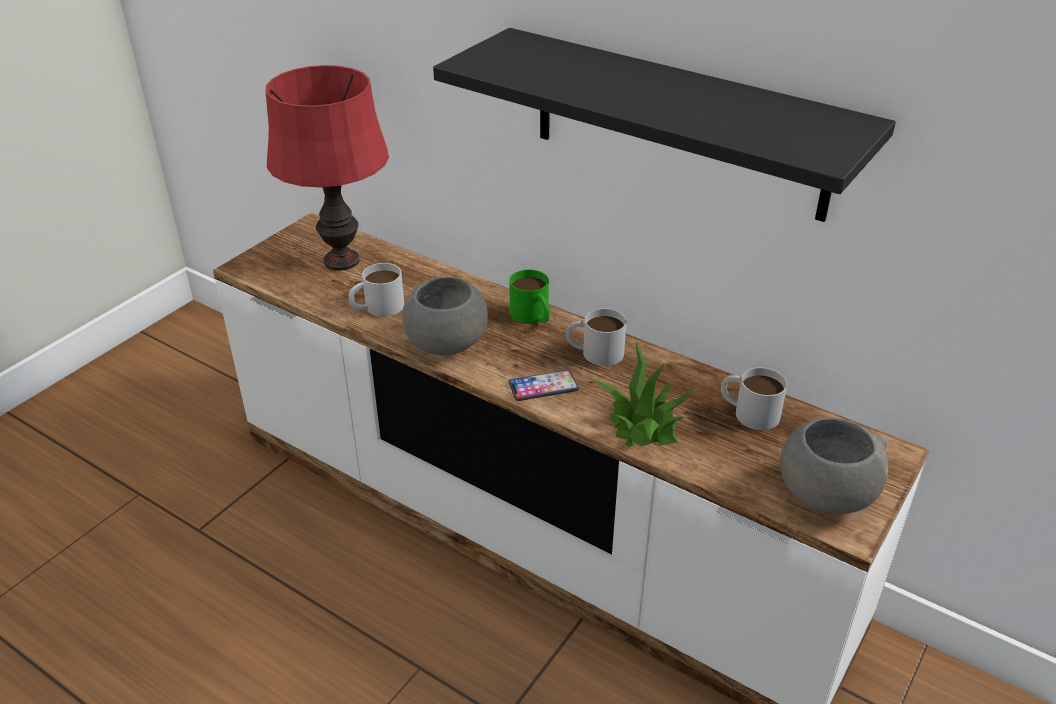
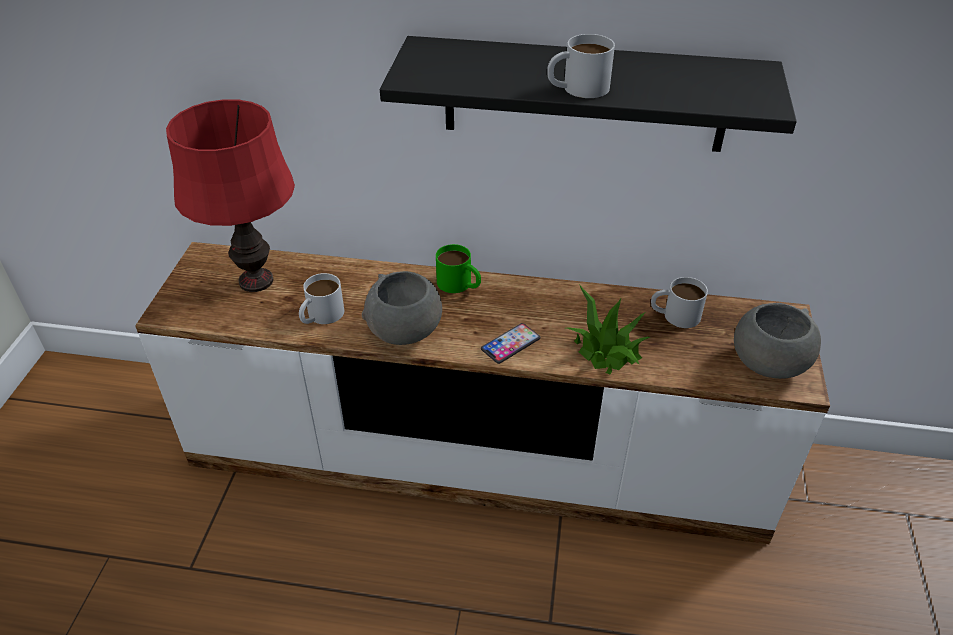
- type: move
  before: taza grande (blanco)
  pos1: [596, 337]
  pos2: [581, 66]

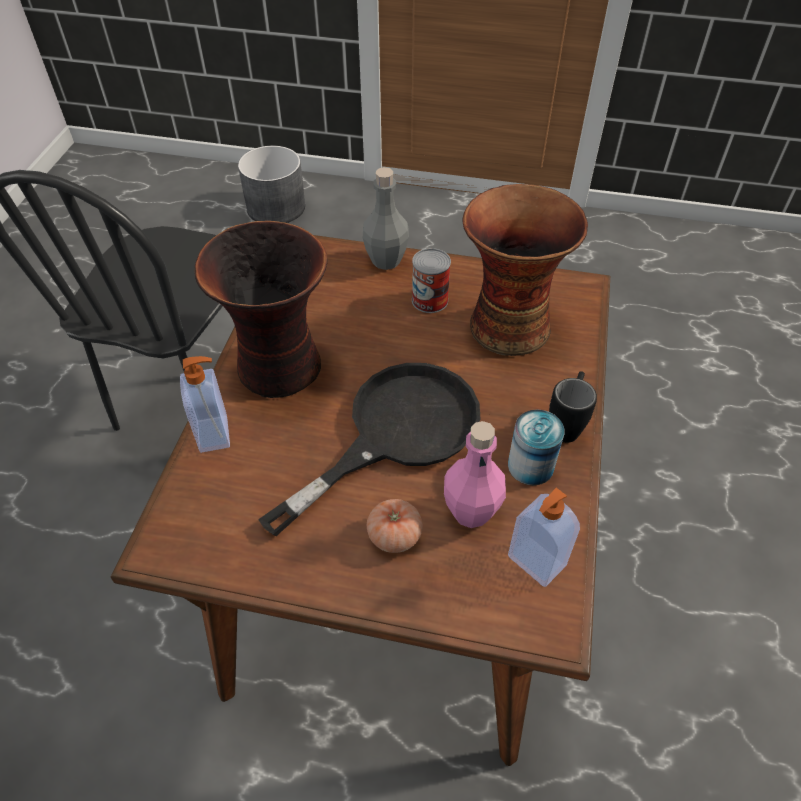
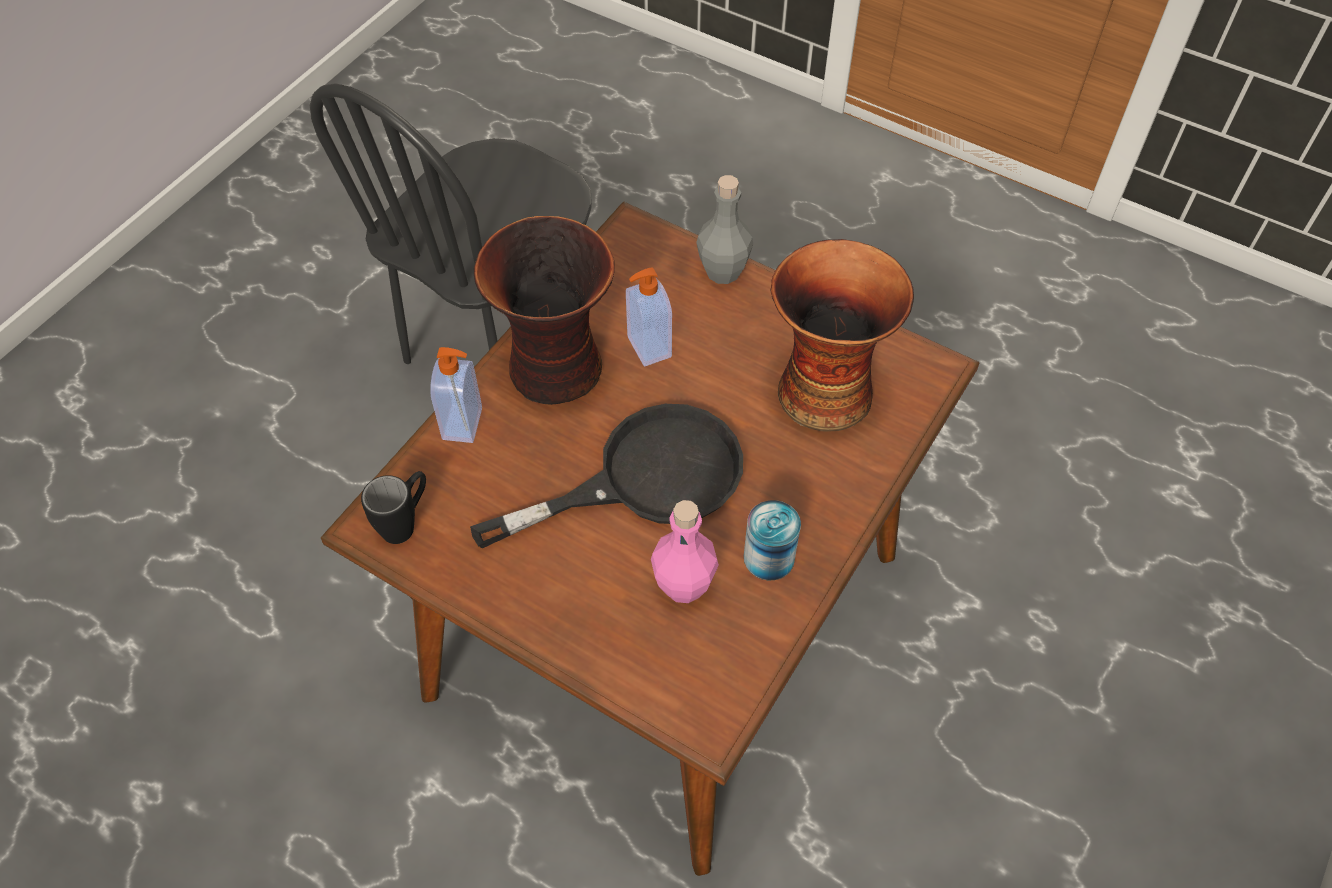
- type: move
  before: taza grande (negro)
  pos1: [573, 407]
  pos2: [393, 507]
- type: move
  before: dispensador de jabón
  pos1: [544, 537]
  pos2: [649, 316]
- type: delete
  before: maceta (gris)
  pos1: [271, 184]
- type: delete
  before: tomate
  pos1: [395, 526]
- type: delete
  before: lata
  pos1: [431, 280]

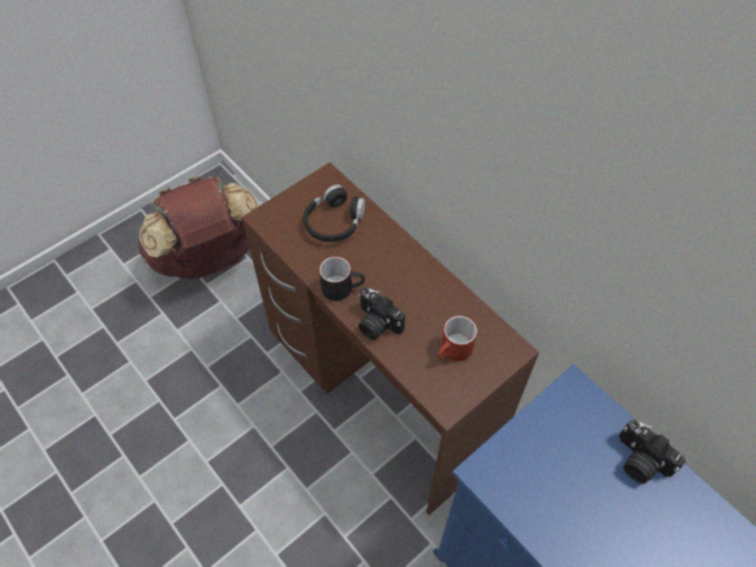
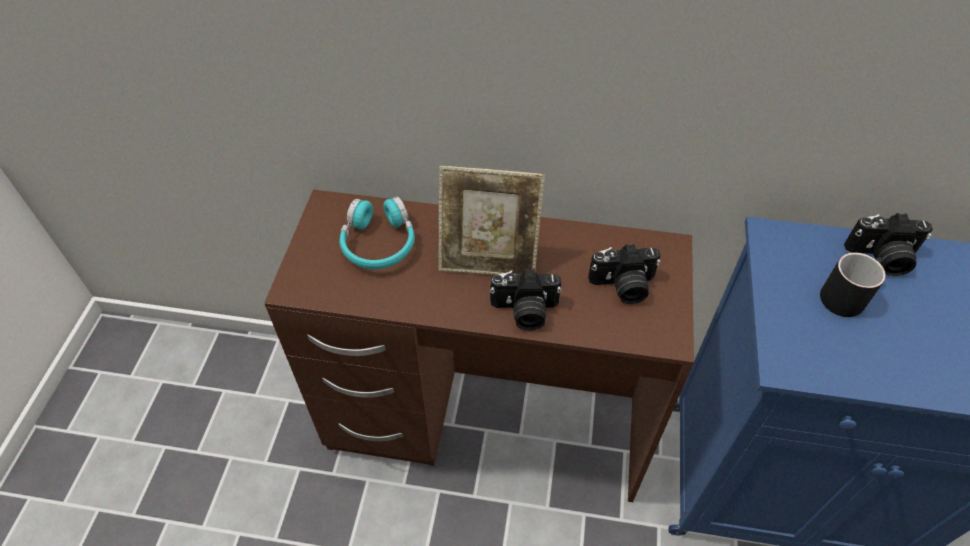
- type: recolor
  before: auriculares (negro)
  after: auriculares (turquesa)
  pos1: [334, 213]
  pos2: [377, 232]
- type: insert
  after: portarretratos
  pos2: [492, 220]
- type: replace
  before: taza grande (rojo)
  after: cámara
  pos1: [457, 338]
  pos2: [624, 274]
- type: move
  before: taza grande (negro)
  pos1: [342, 279]
  pos2: [853, 284]
- type: delete
  before: mochila (marrón)
  pos1: [198, 227]

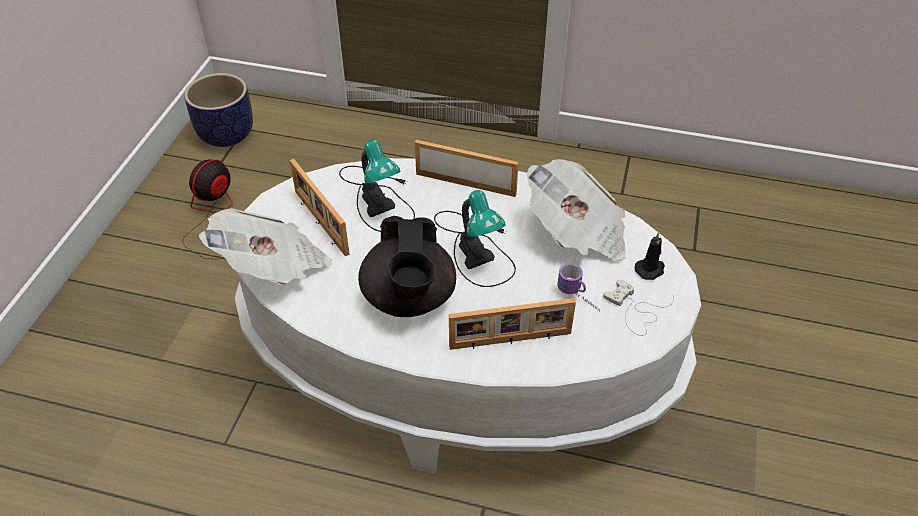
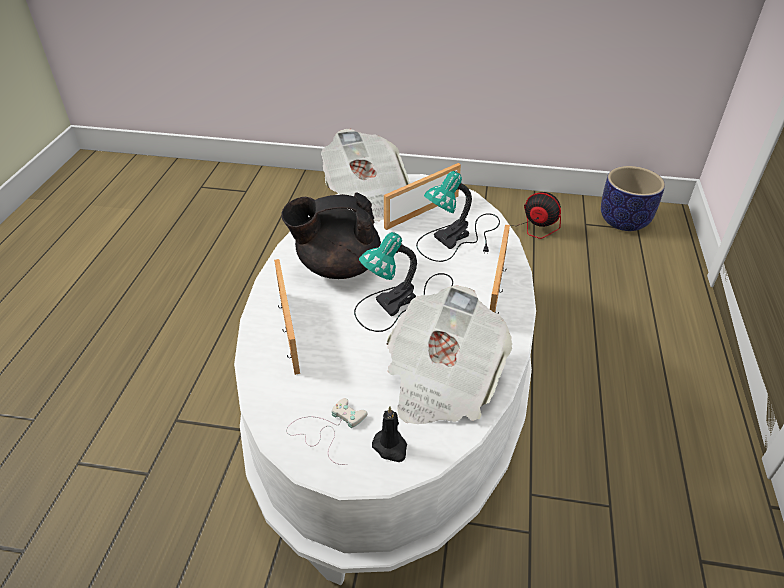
- type: delete
  before: taza grande
  pos1: [578, 287]

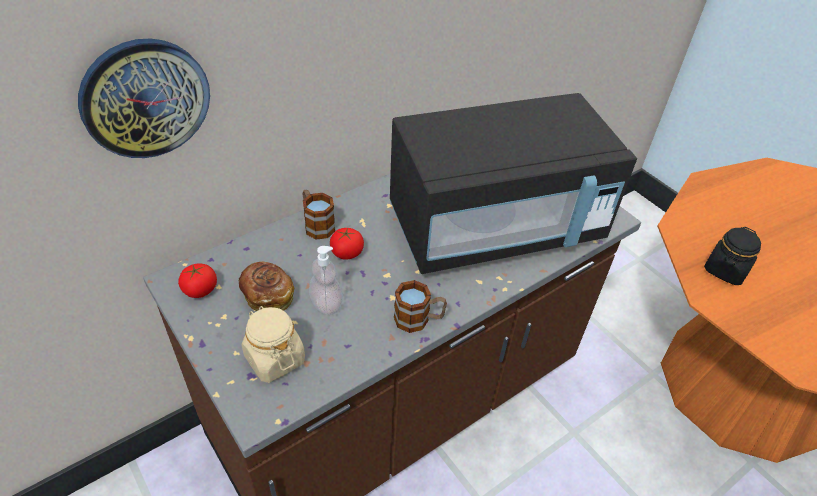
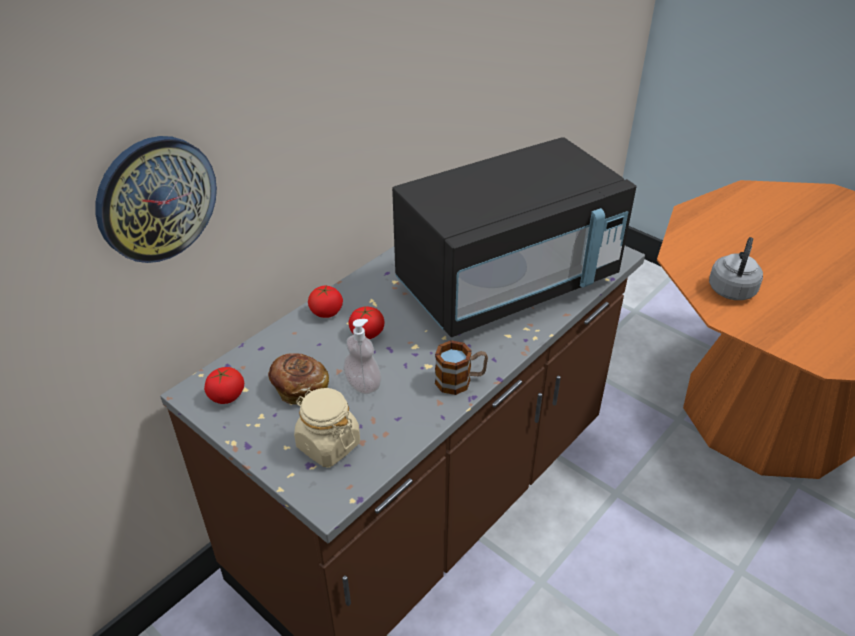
- type: replace
  before: taza grande
  after: tomate
  pos1: [319, 214]
  pos2: [325, 301]
- type: replace
  before: tarro (negro)
  after: hervidor (gris)
  pos1: [732, 256]
  pos2: [736, 268]

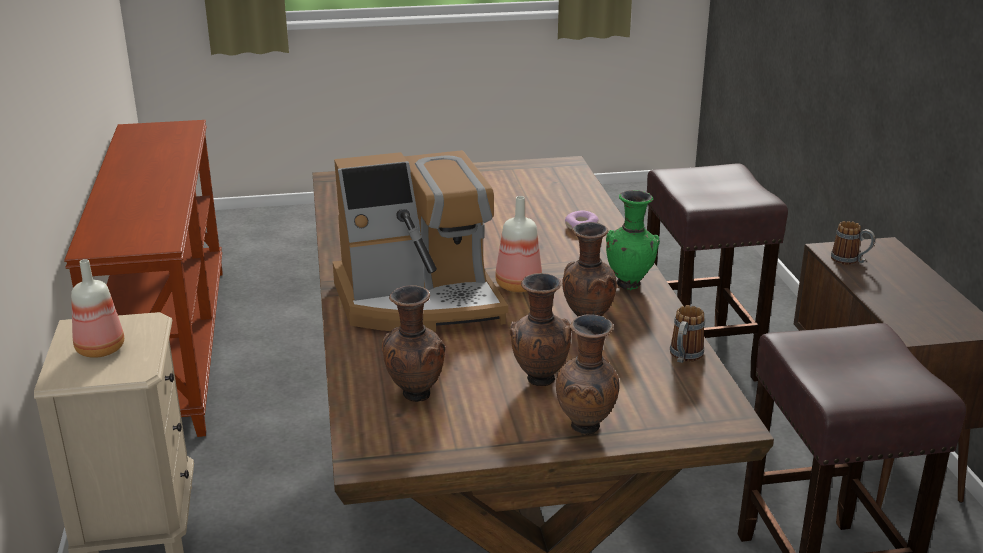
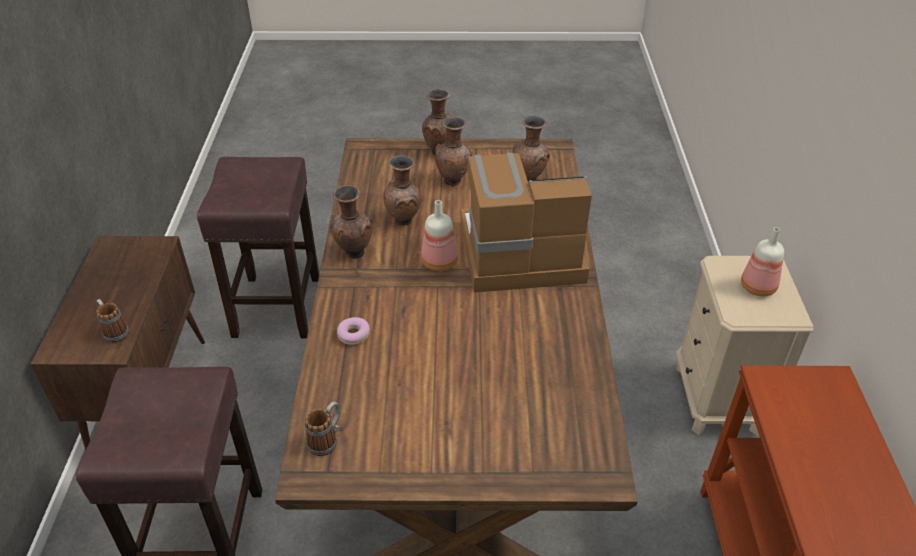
- type: move
  before: taza grande
  pos1: [687, 334]
  pos2: [323, 429]
- type: recolor
  before: florero (verde)
  after: florero (marrón)
  pos1: [633, 240]
  pos2: [351, 222]

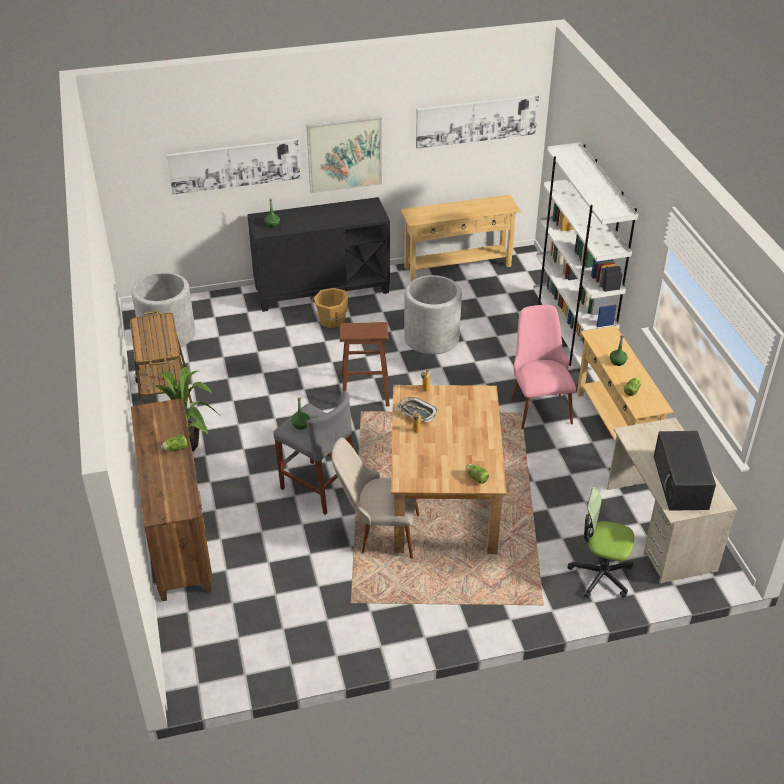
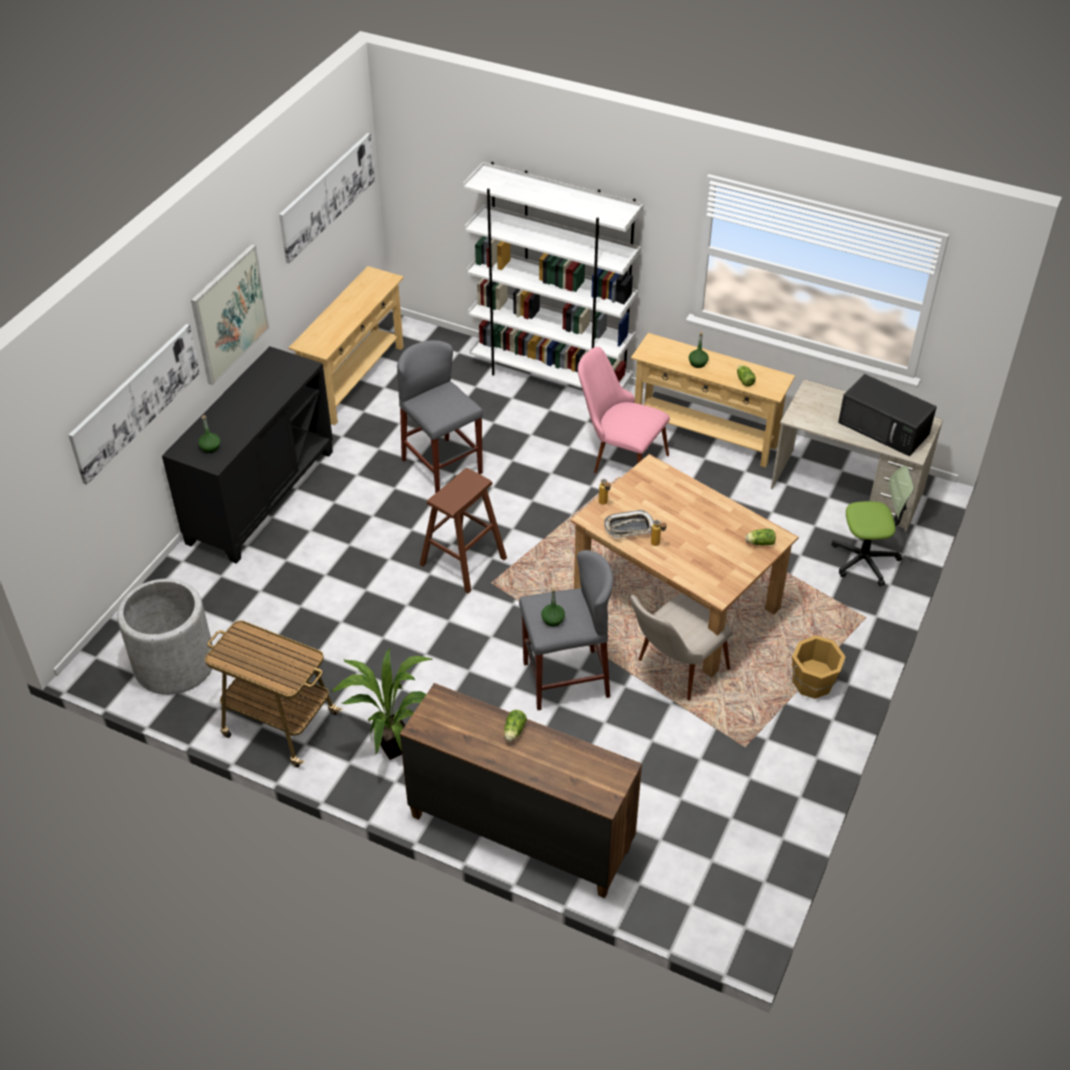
- type: replace
  before: maceta (gris)
  after: taburete (gris)
  pos1: [433, 315]
  pos2: [440, 416]
- type: move
  before: cubo (naranja)
  pos1: [330, 308]
  pos2: [819, 667]
- type: rotate
  before: silla de oficina
  pos1: [600, 542]
  pos2: [872, 526]
  turn: -150

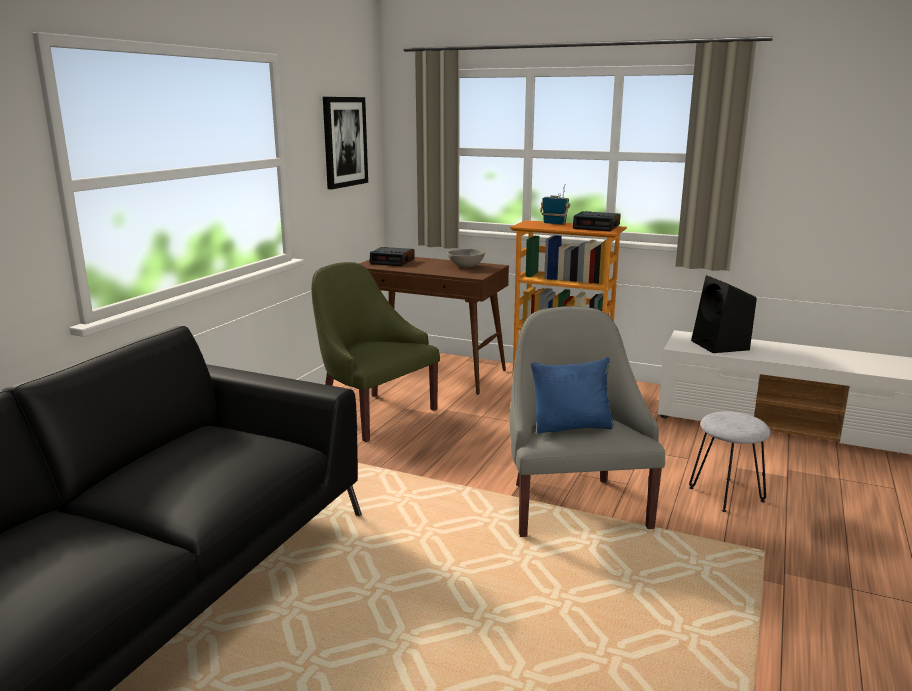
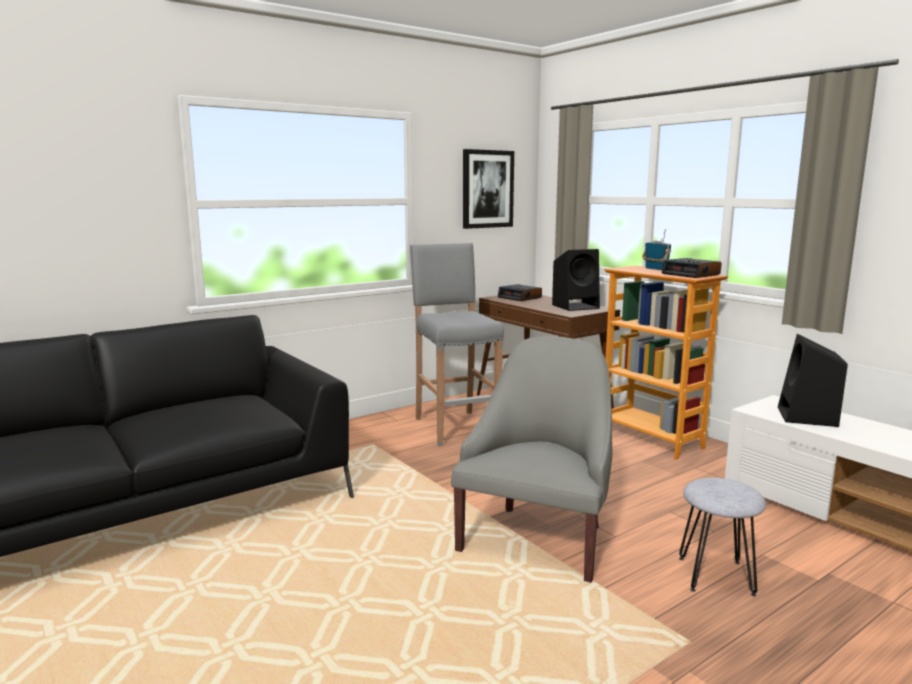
- type: replace
  before: sillón (verde)
  after: taburete (gris)
  pos1: [375, 352]
  pos2: [457, 344]
- type: replace
  before: cuenco (gris)
  after: altavoz (negro)
  pos1: [466, 258]
  pos2: [576, 280]
- type: delete
  before: cojín (azul)
  pos1: [572, 395]

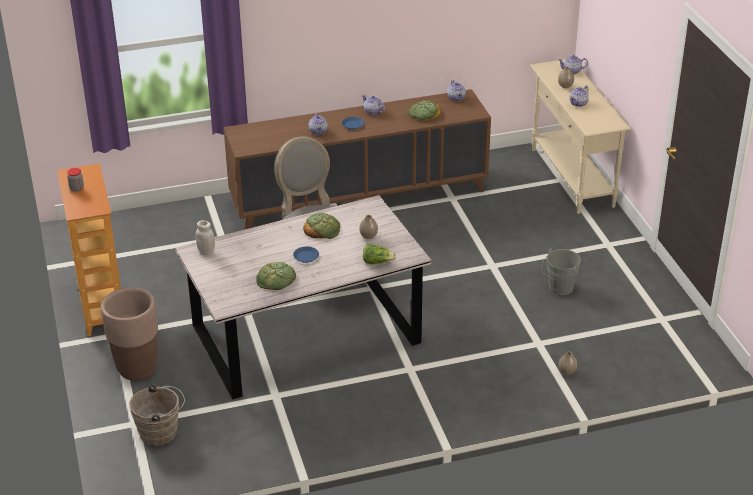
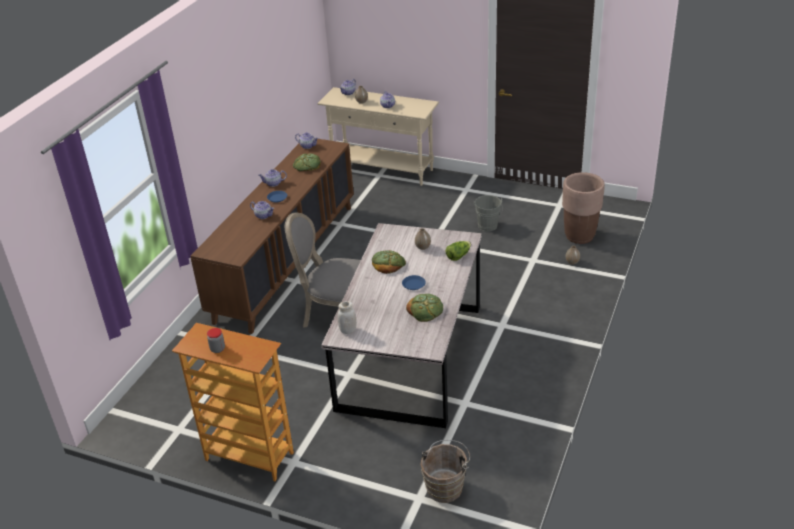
- type: move
  before: maceta (marrón)
  pos1: [129, 334]
  pos2: [583, 208]

